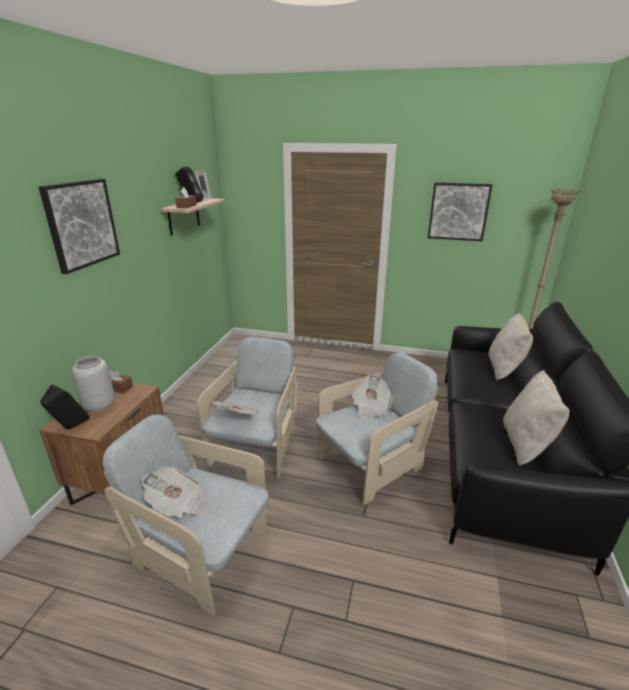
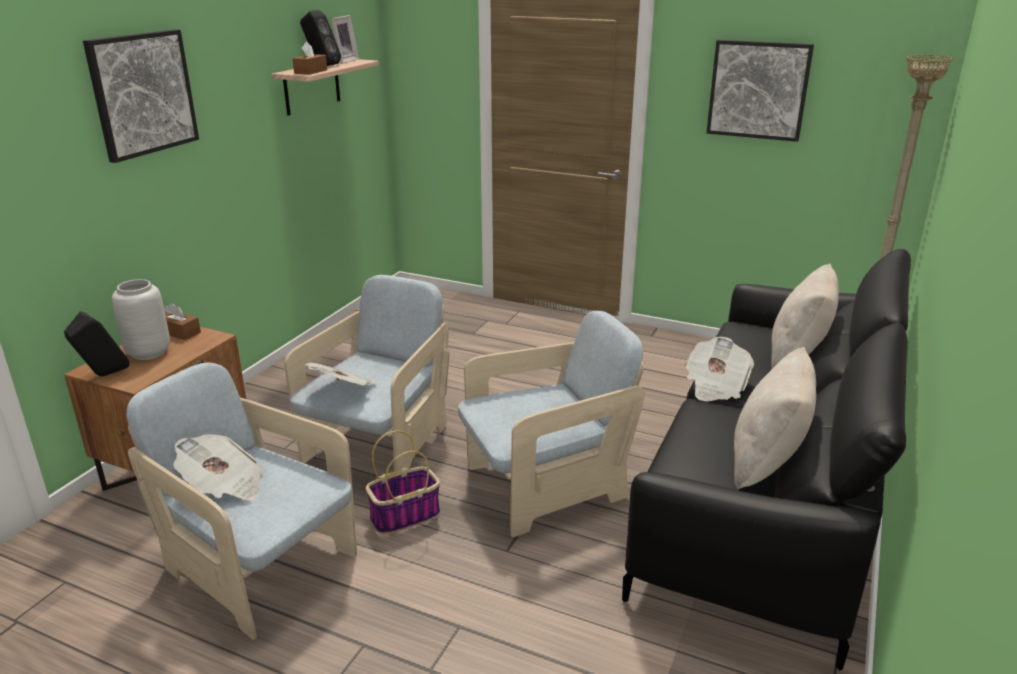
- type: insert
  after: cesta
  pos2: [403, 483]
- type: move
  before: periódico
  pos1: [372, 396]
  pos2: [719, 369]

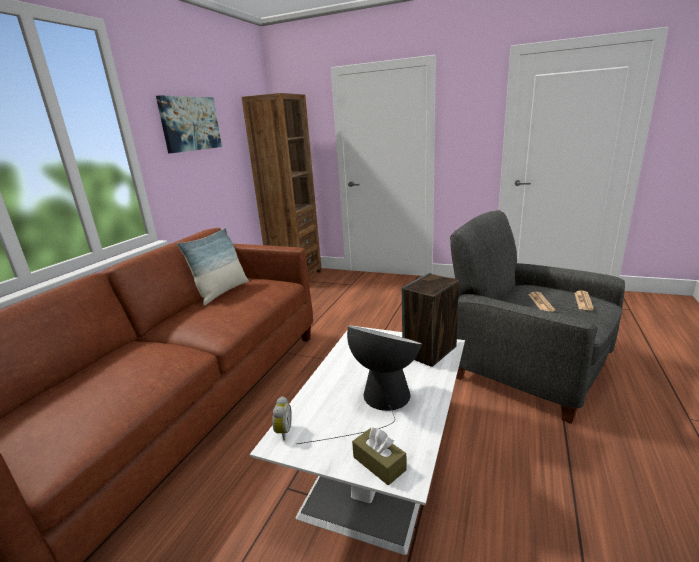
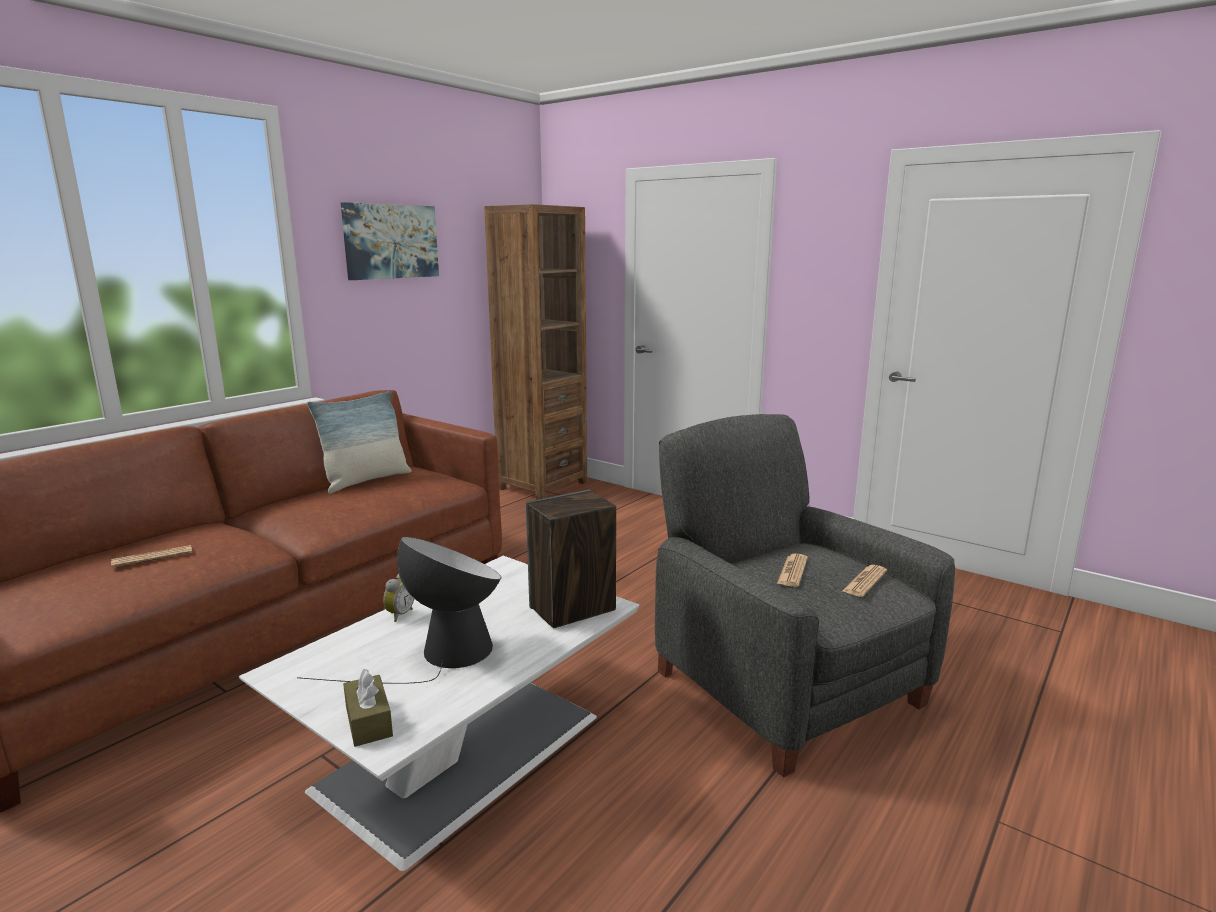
- type: insert
  after: periódico
  pos2: [151, 556]
- type: move
  before: despertador
  pos1: [282, 418]
  pos2: [398, 598]

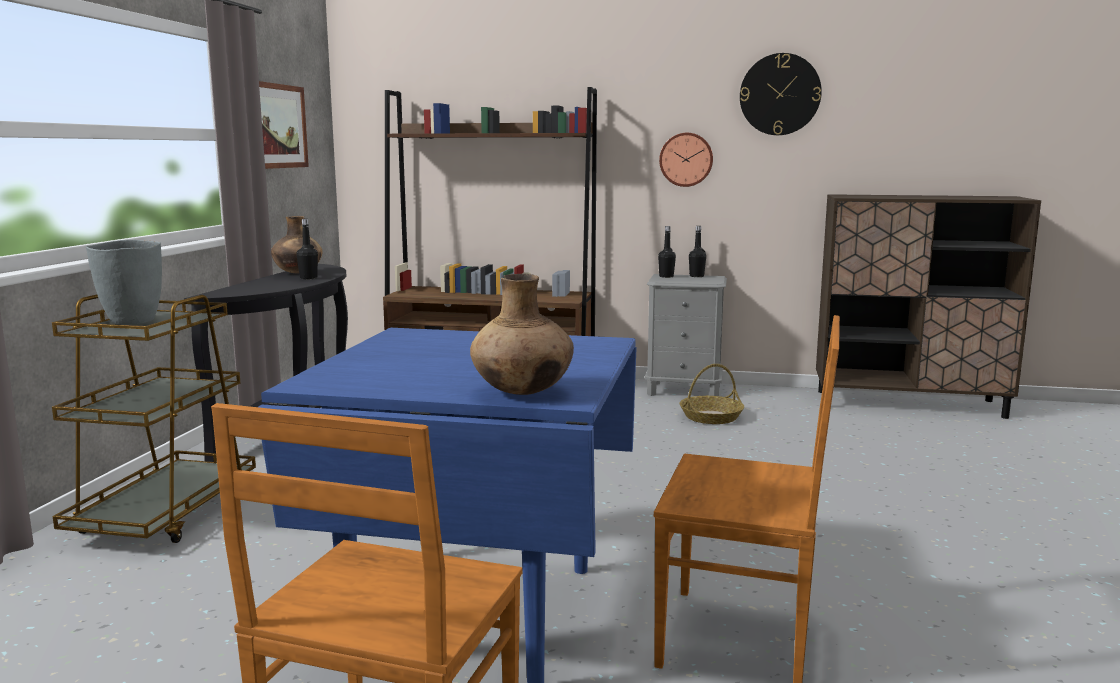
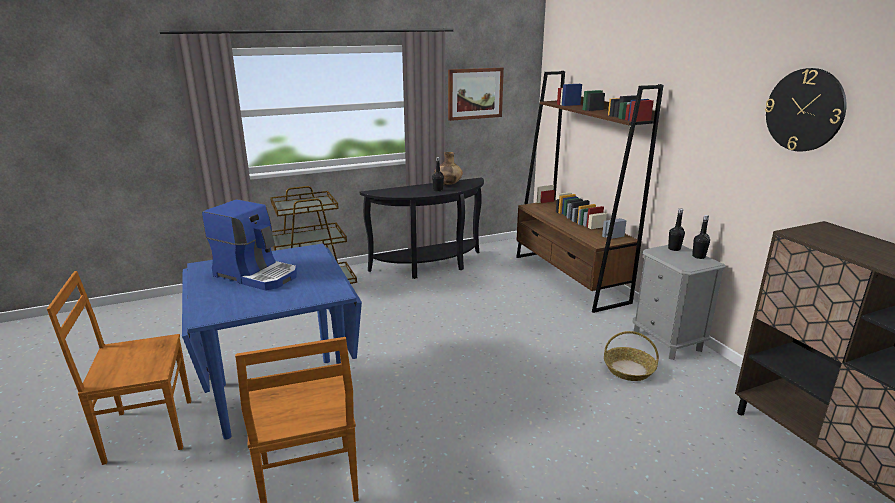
- type: insert
  after: cafetera
  pos2: [249, 245]
- type: delete
  before: florero (gris)
  pos1: [124, 282]
- type: delete
  before: florero (marrón)
  pos1: [522, 334]
- type: delete
  before: reloj de pared
  pos1: [686, 160]

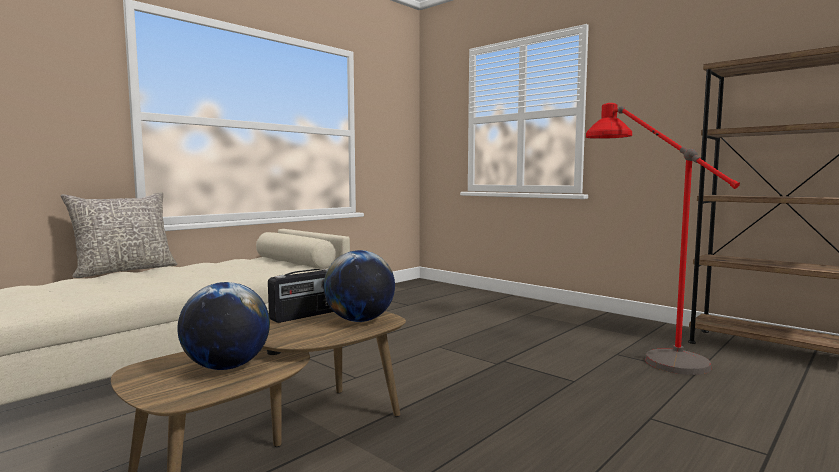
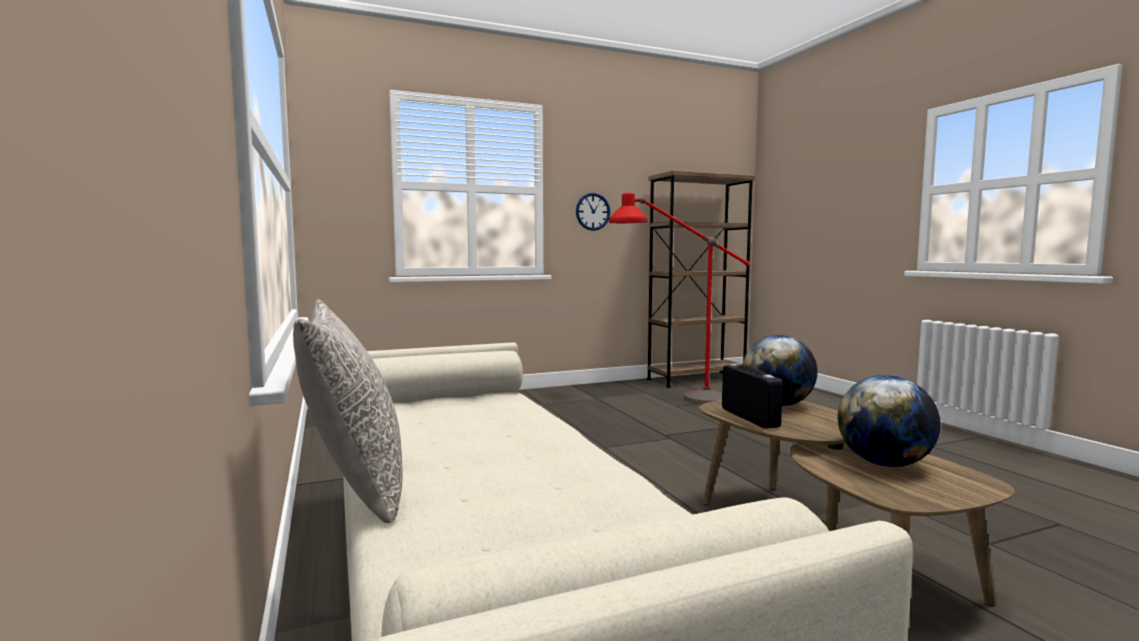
- type: insert
  after: reloj de pared
  pos2: [593, 212]

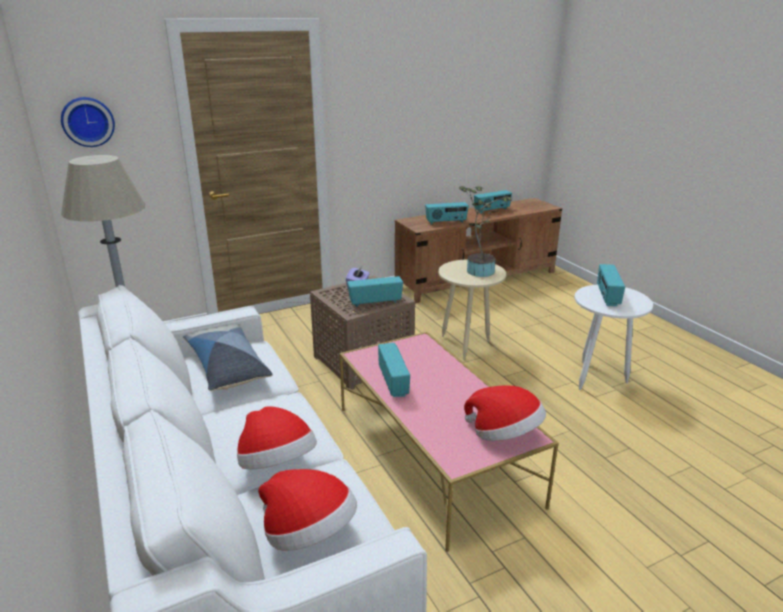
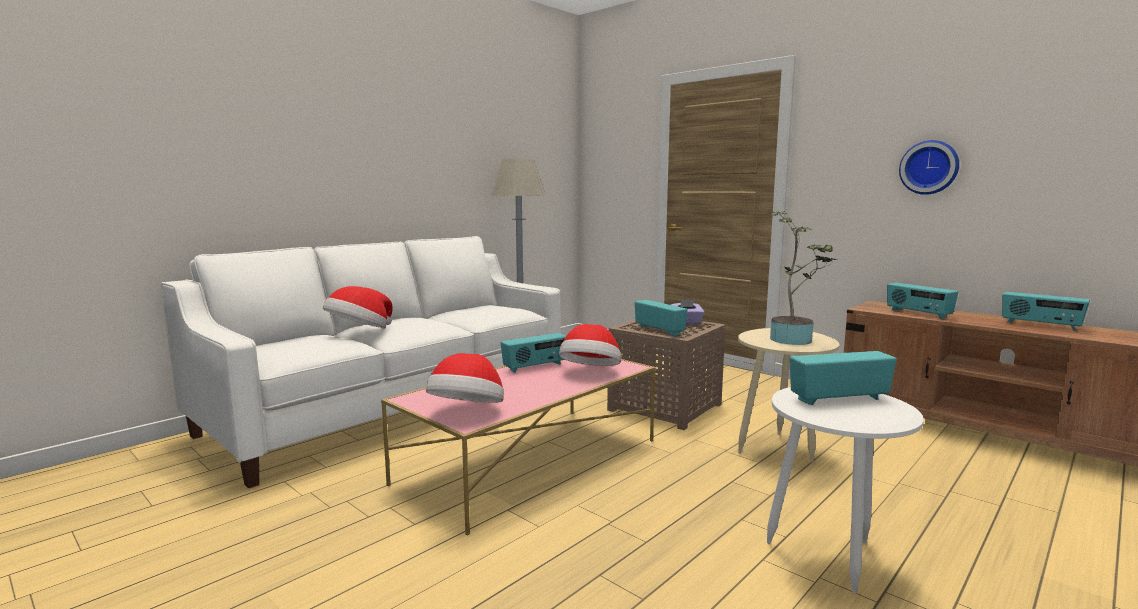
- type: move
  before: sombrero
  pos1: [307, 510]
  pos2: [590, 345]
- type: move
  before: reloj de pared
  pos1: [88, 122]
  pos2: [929, 167]
- type: delete
  before: cojín
  pos1: [228, 357]

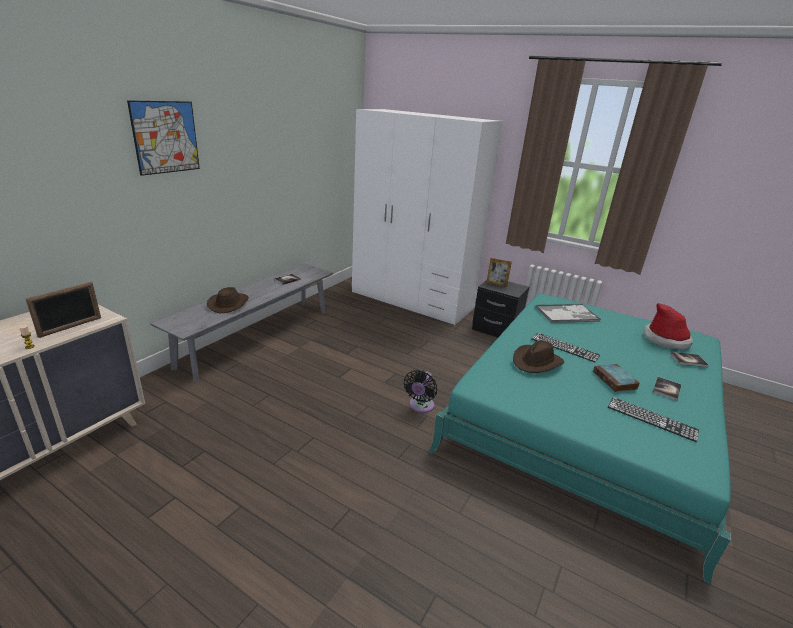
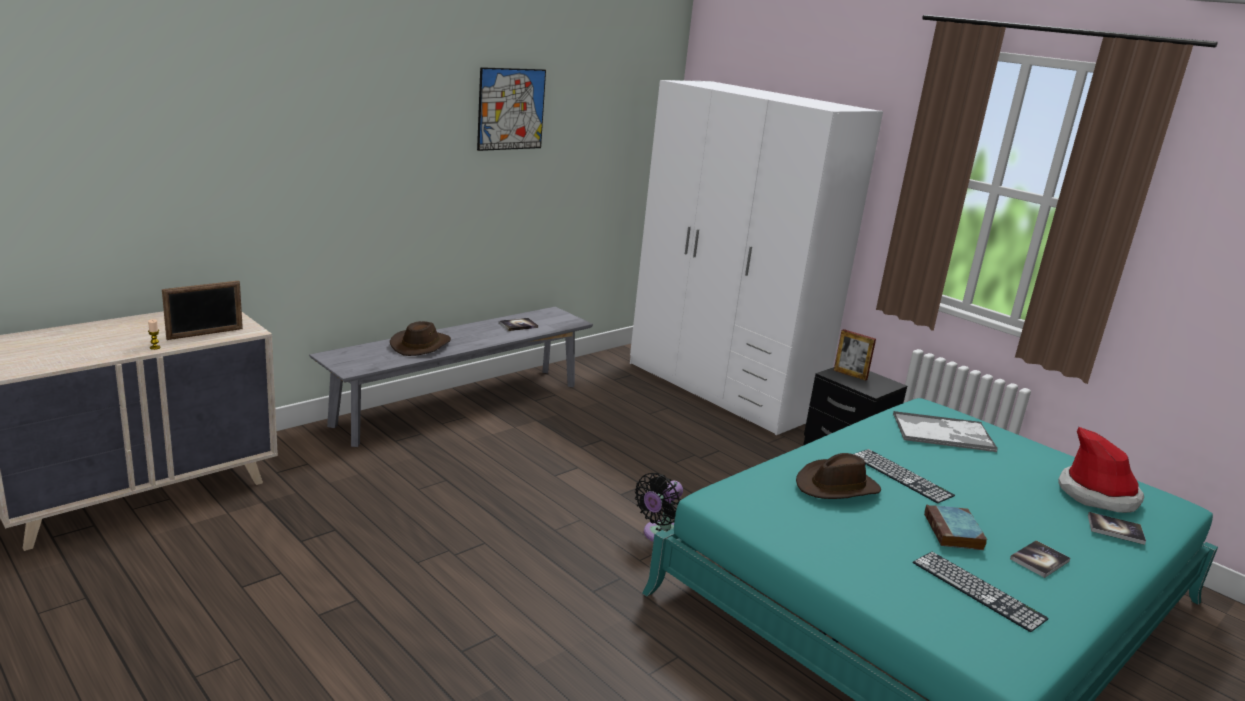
- type: move
  before: cuadro
  pos1: [163, 138]
  pos2: [511, 109]

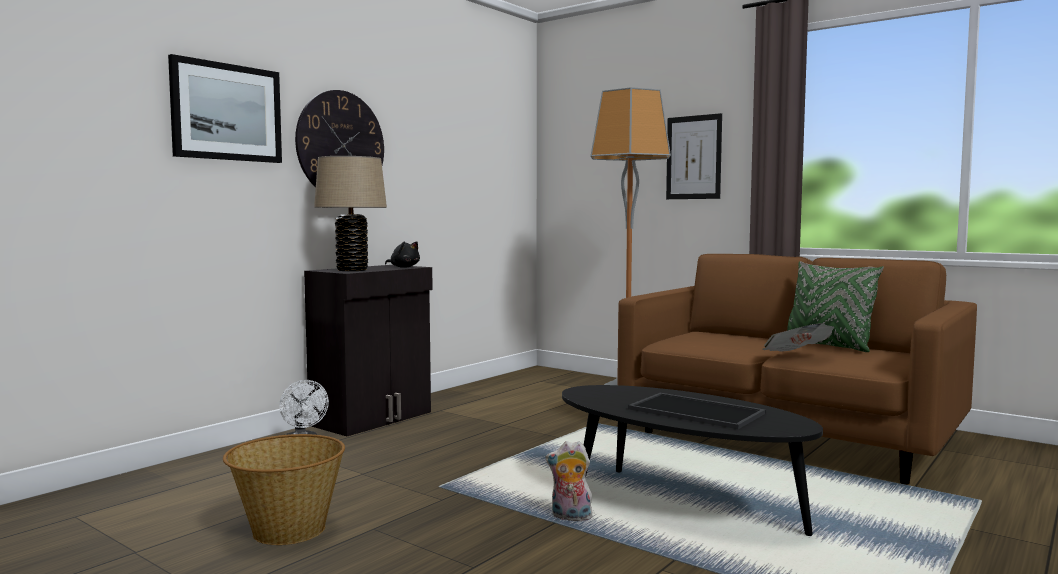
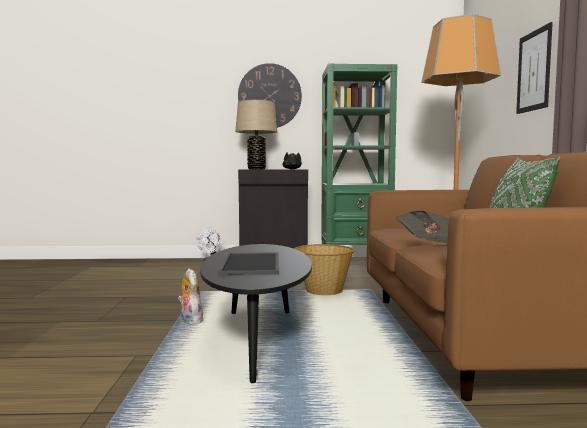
- type: move
  before: cesta
  pos1: [284, 489]
  pos2: [324, 269]
- type: insert
  after: estantería (verde)
  pos2: [359, 154]
- type: delete
  before: cuadro
  pos1: [225, 108]

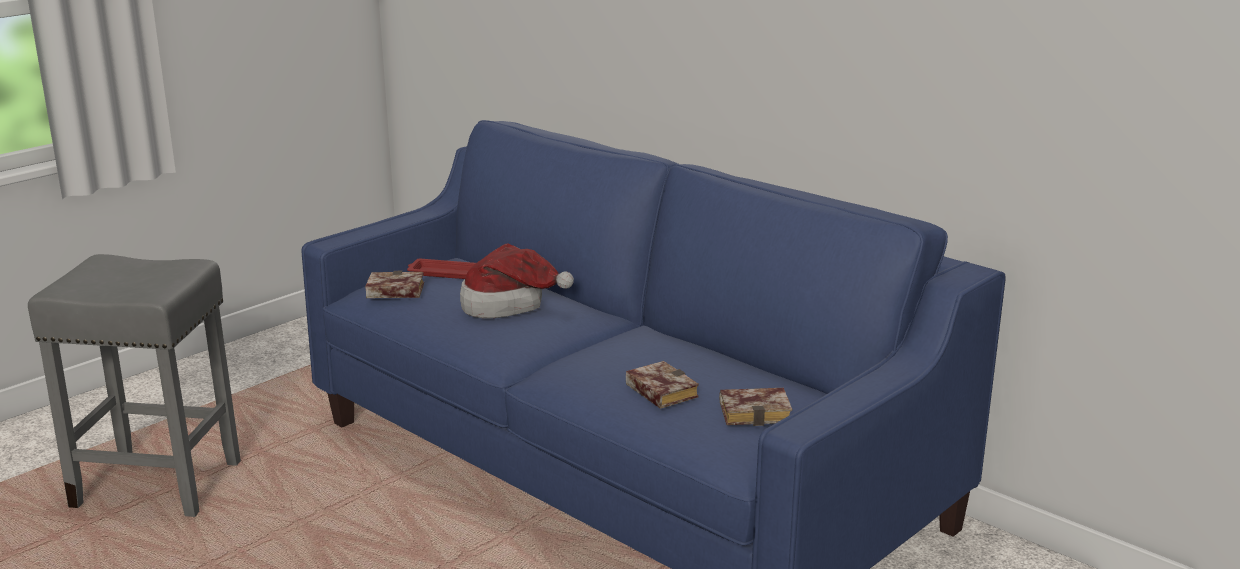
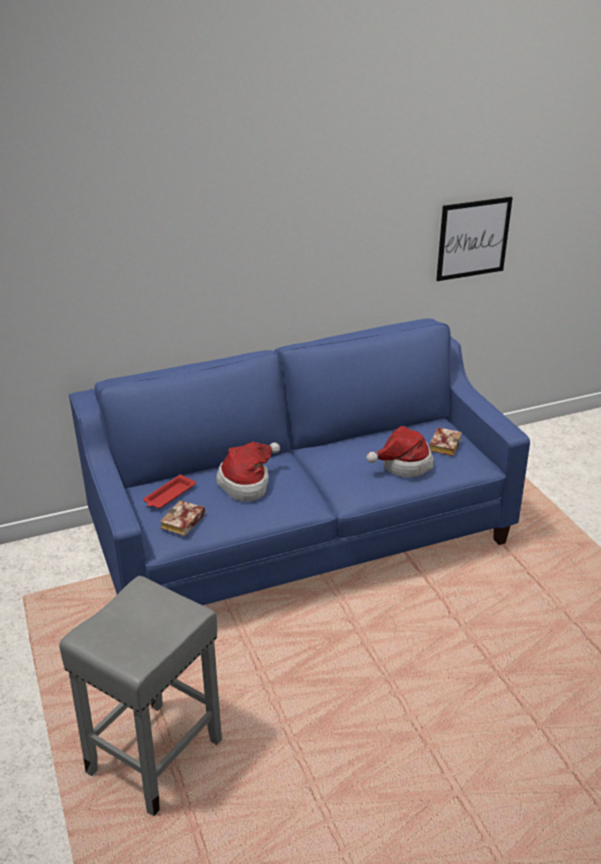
- type: replace
  before: libro
  after: sombrero
  pos1: [662, 385]
  pos2: [400, 451]
- type: insert
  after: cuadro
  pos2: [474, 239]

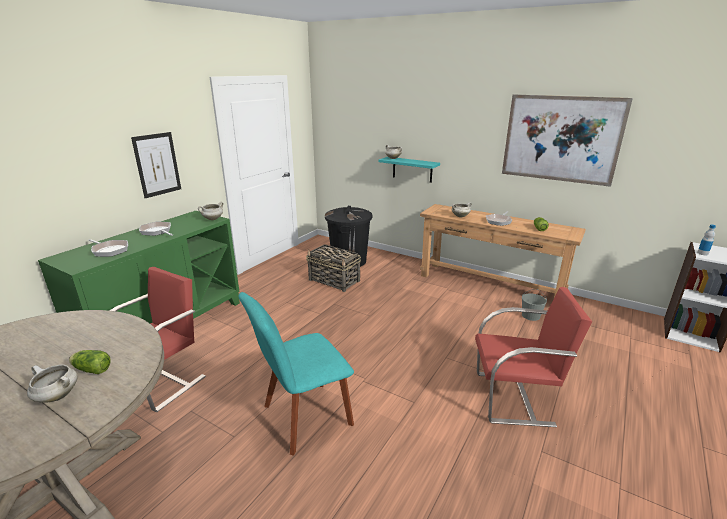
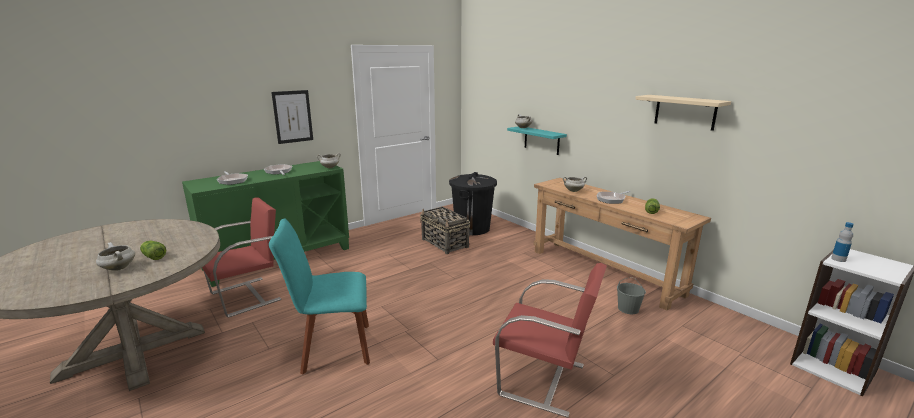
- type: replace
  before: cuadro
  after: estante (beis)
  pos1: [567, 140]
  pos2: [683, 113]

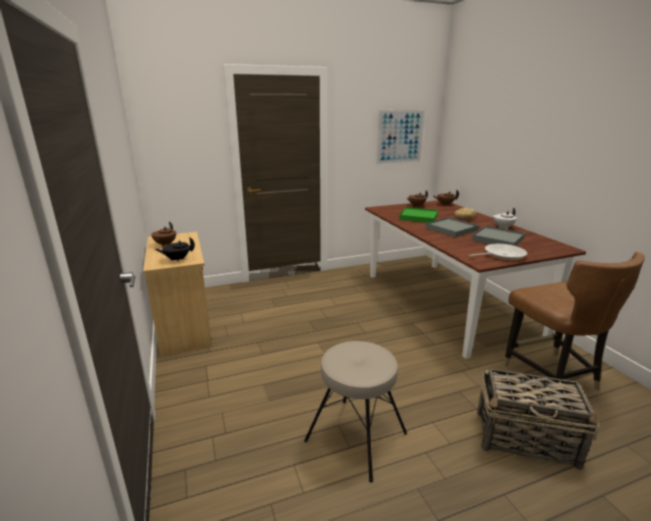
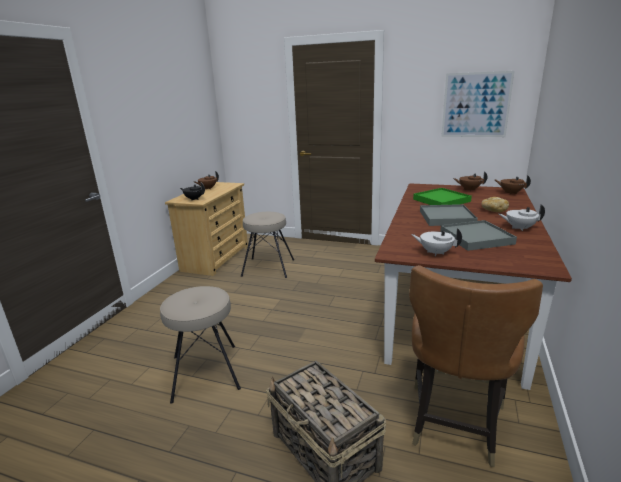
- type: insert
  after: taburete (beis)
  pos2: [267, 245]
- type: replace
  before: sartén
  after: tetera (blanco)
  pos1: [497, 252]
  pos2: [436, 242]

